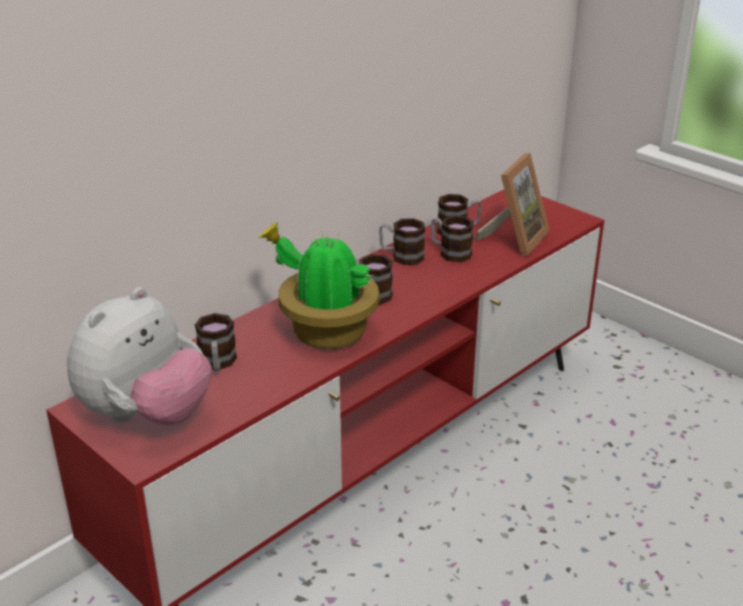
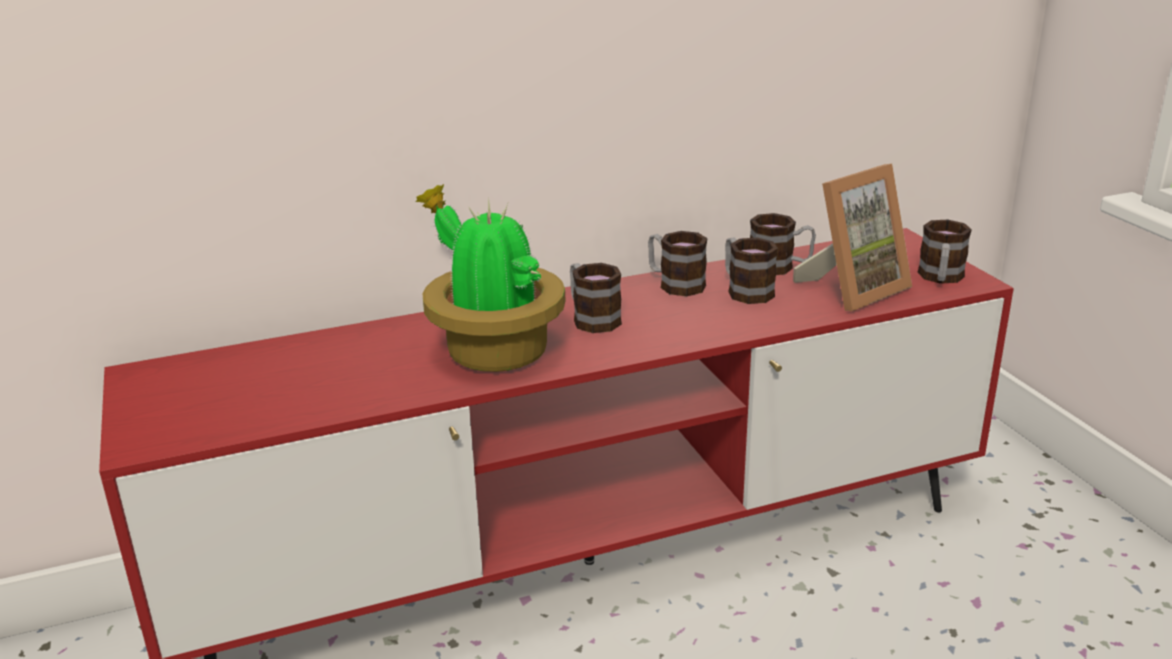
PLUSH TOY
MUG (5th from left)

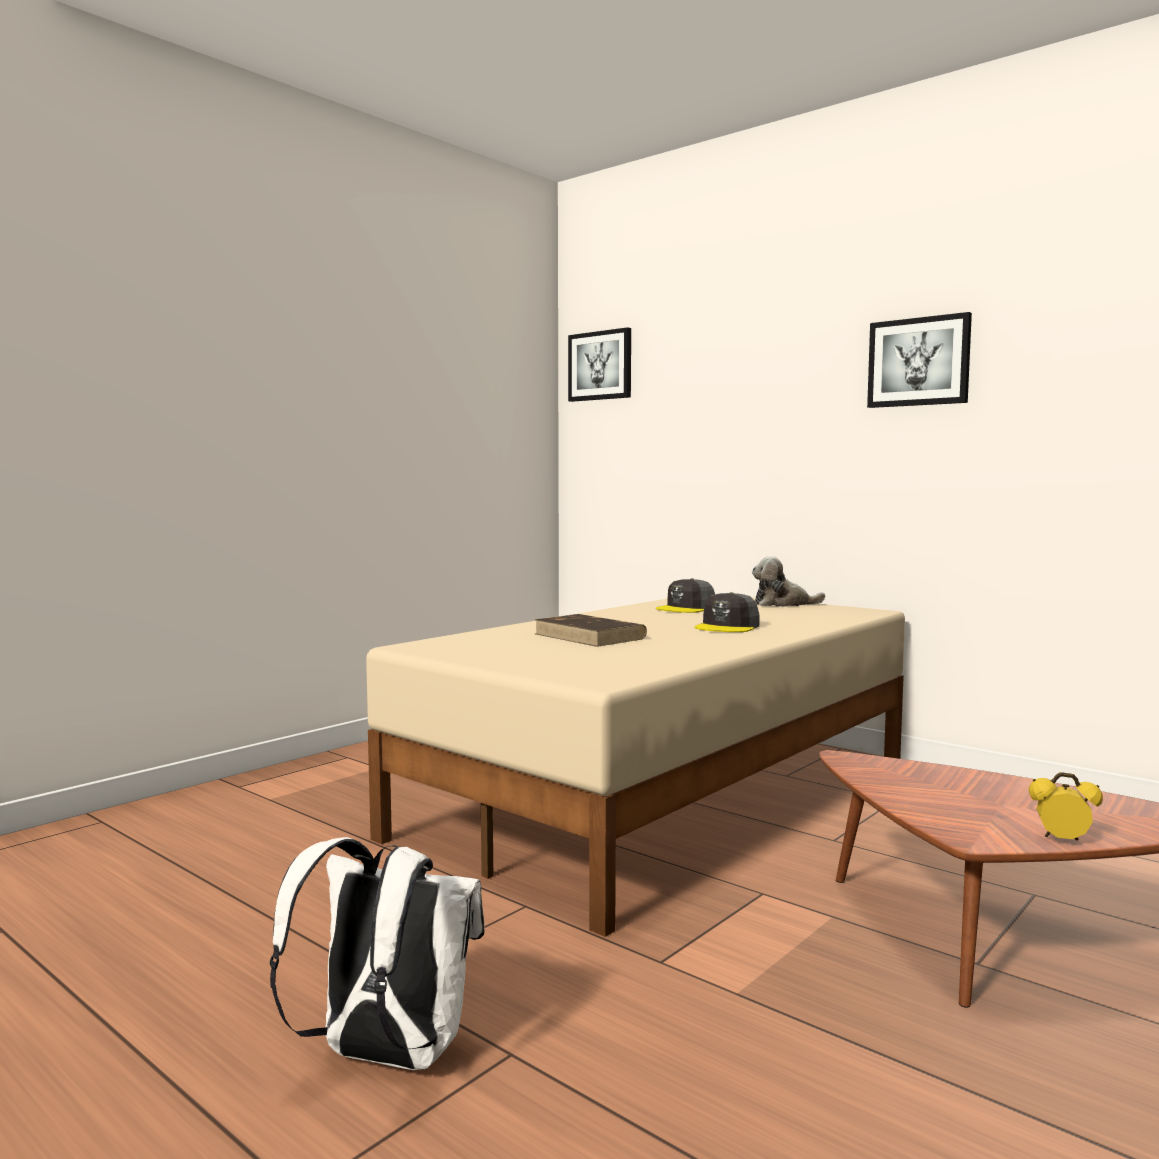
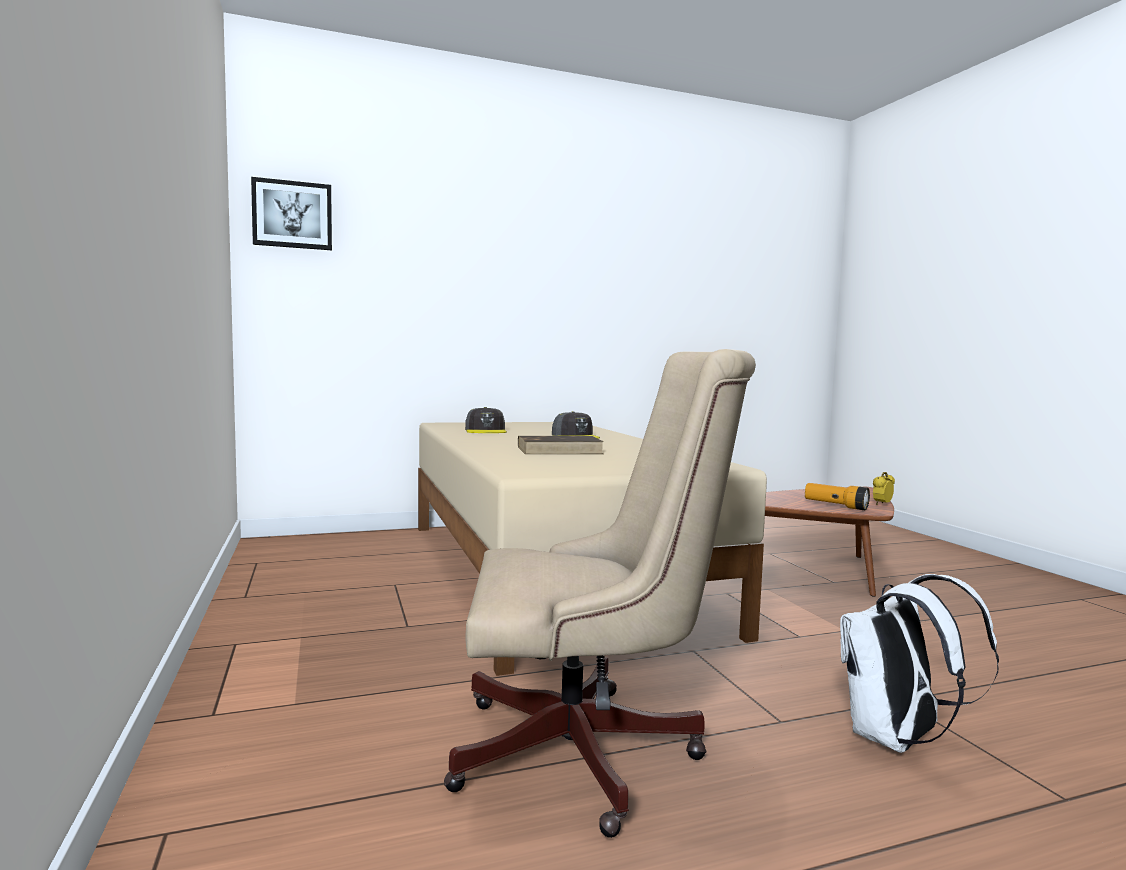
PLUSH TOY
PICTURE (2nd from left in the first image)
BEIGE OFFICE CHAIR
FLASHLIGHT

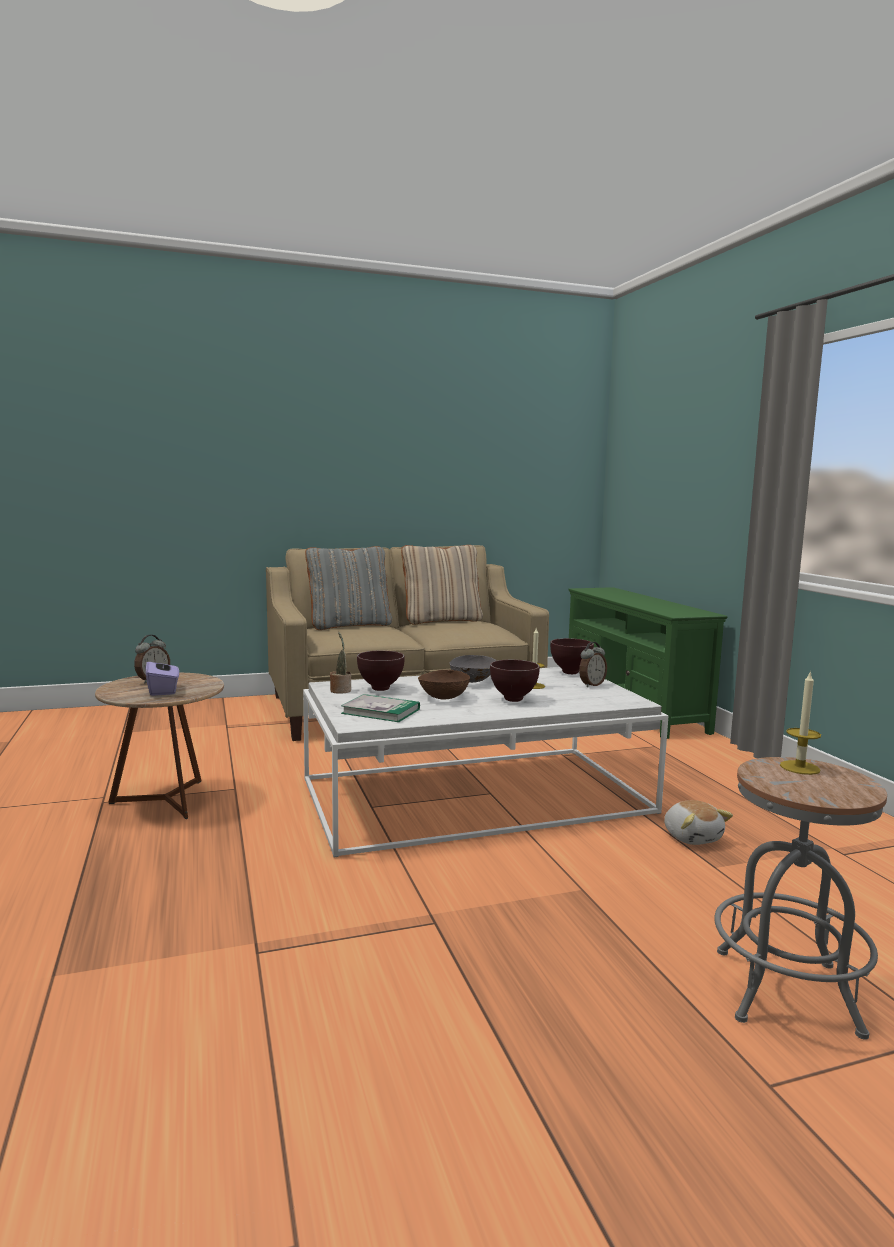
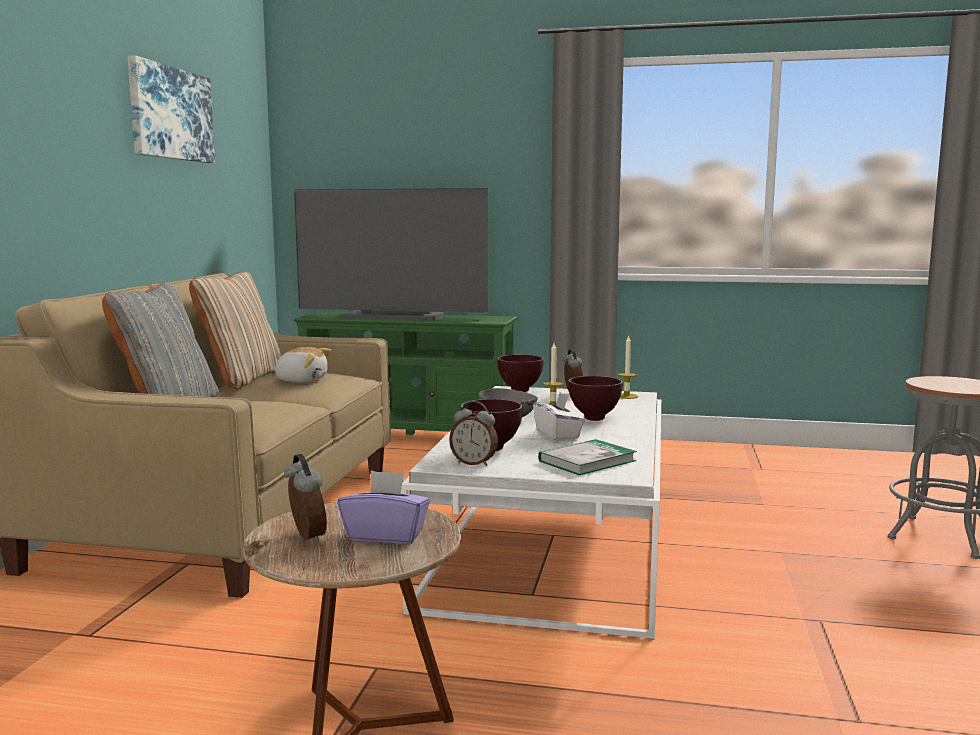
ALARM CLOCK (2nd from left)
WHITE TISSUE BOX
PLUSH TOY
CANDLE (2nd from left)
PICTURE
TELEVISION

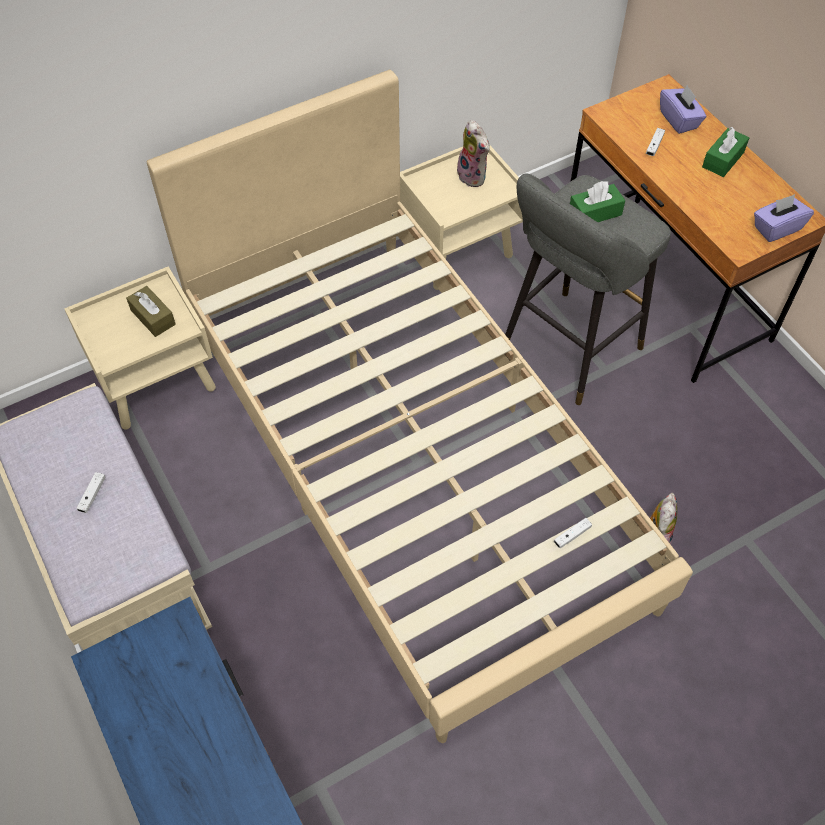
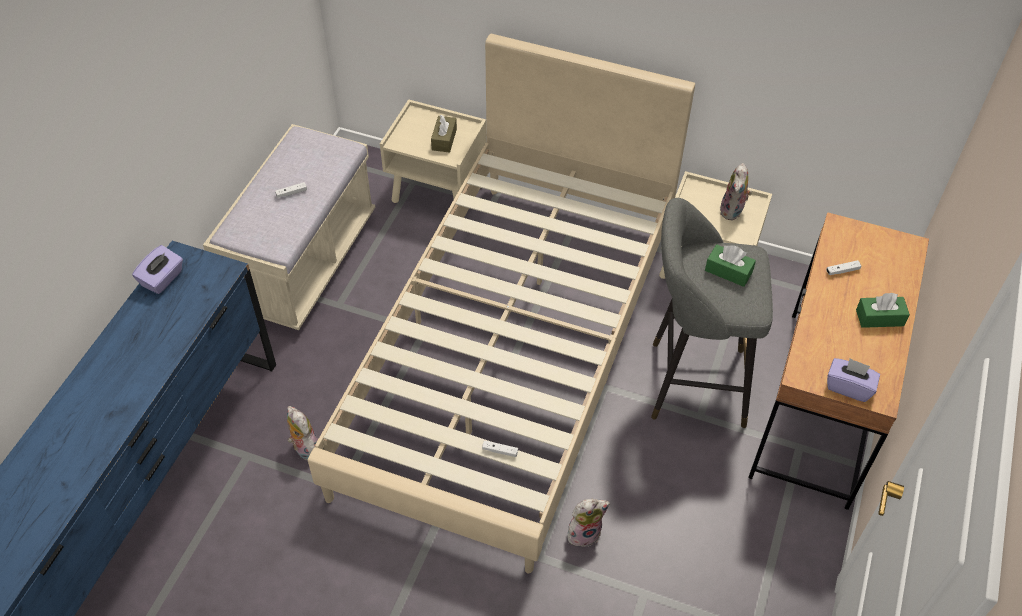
PURPLE TISSUE BOX (1st from left)
PLUSH TOY (1st from left)

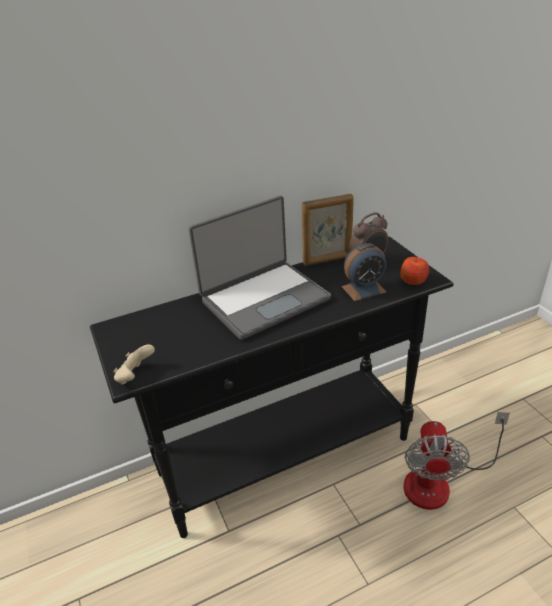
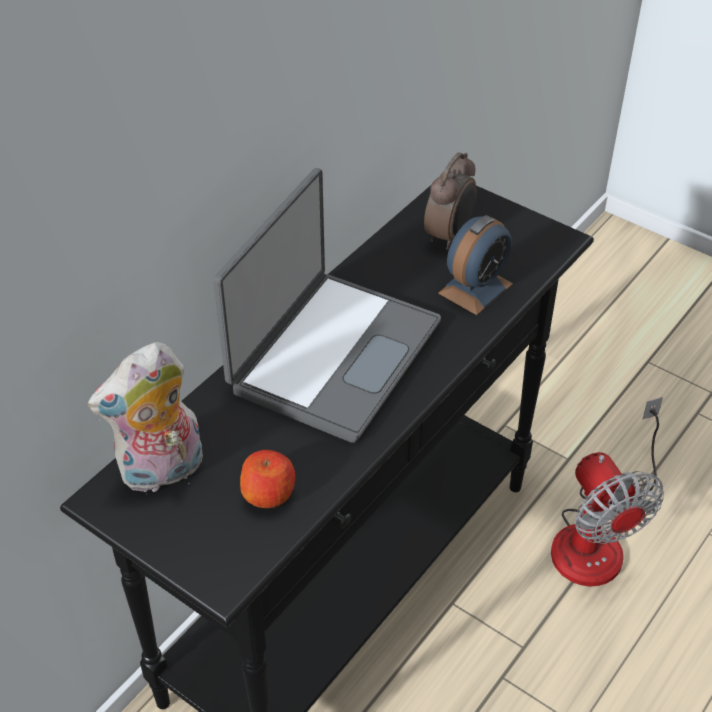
BEIGE GAME CONTROLLER
PICTURE FRAME
APPLE
PLUSH TOY

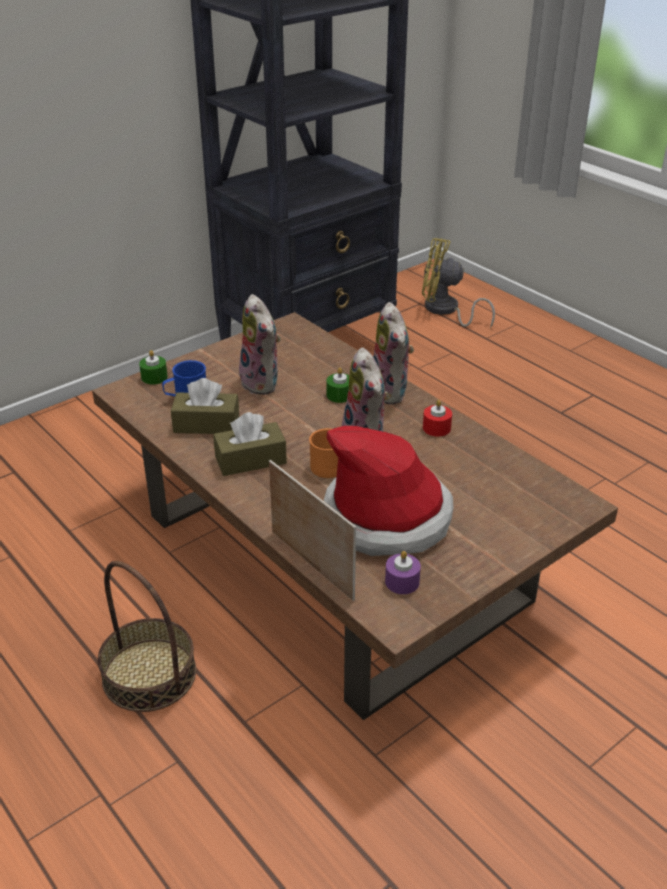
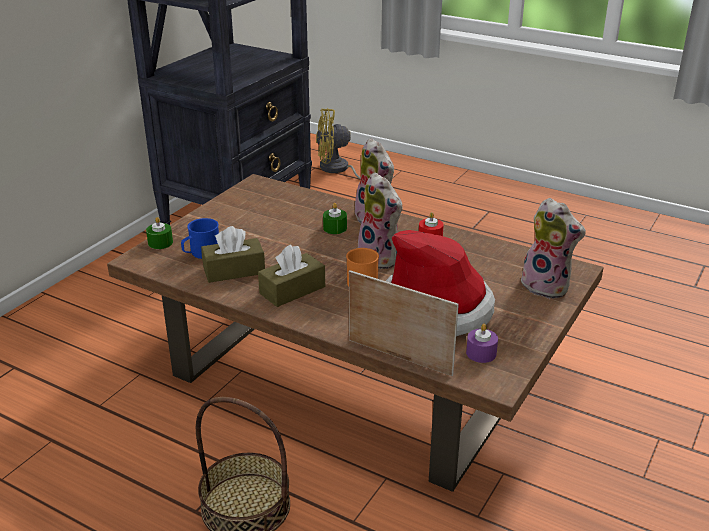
PLUSH TOY (3rd from left)

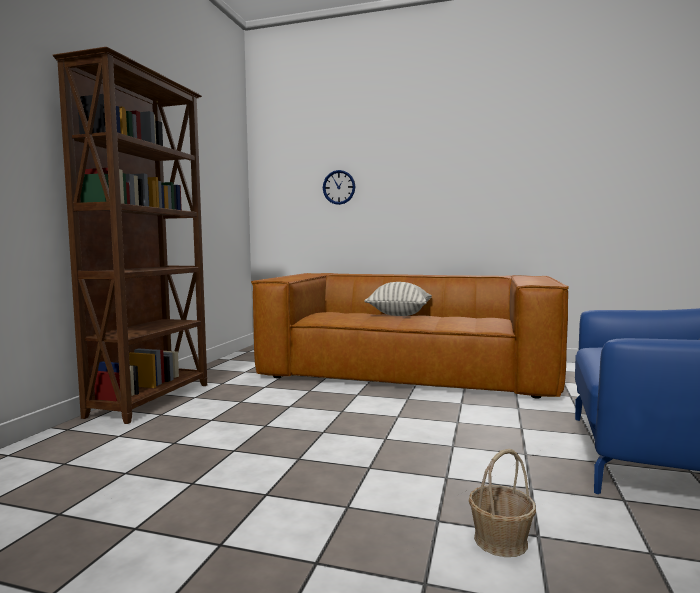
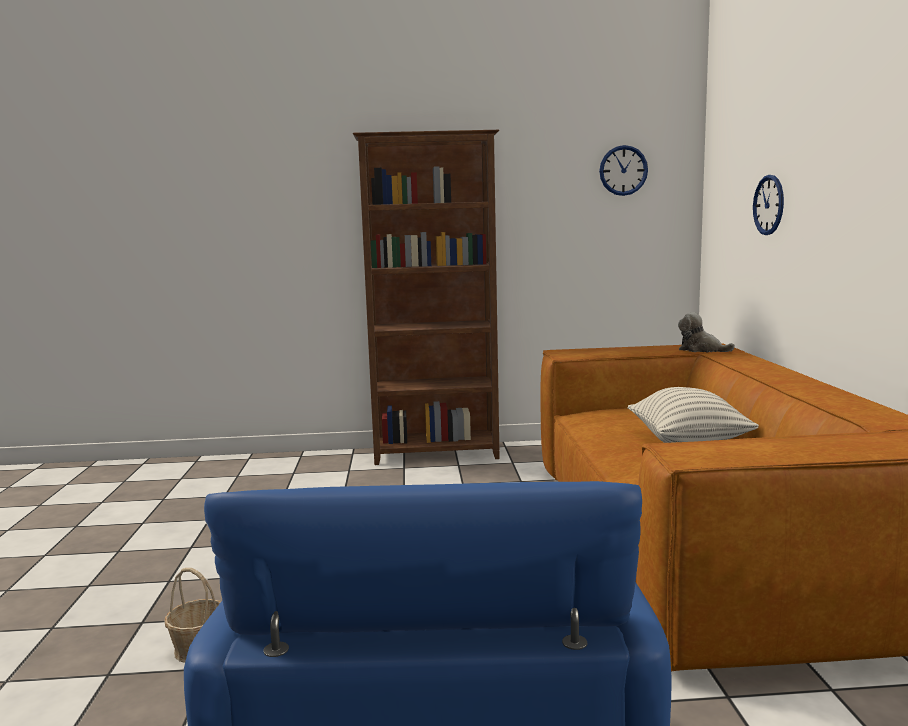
WALL CLOCK (1st from left)
PLUSH TOY

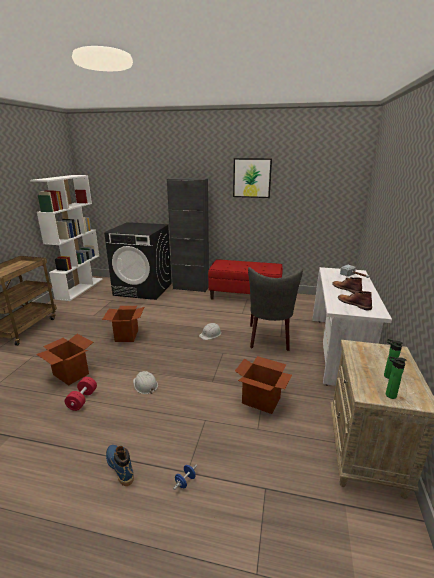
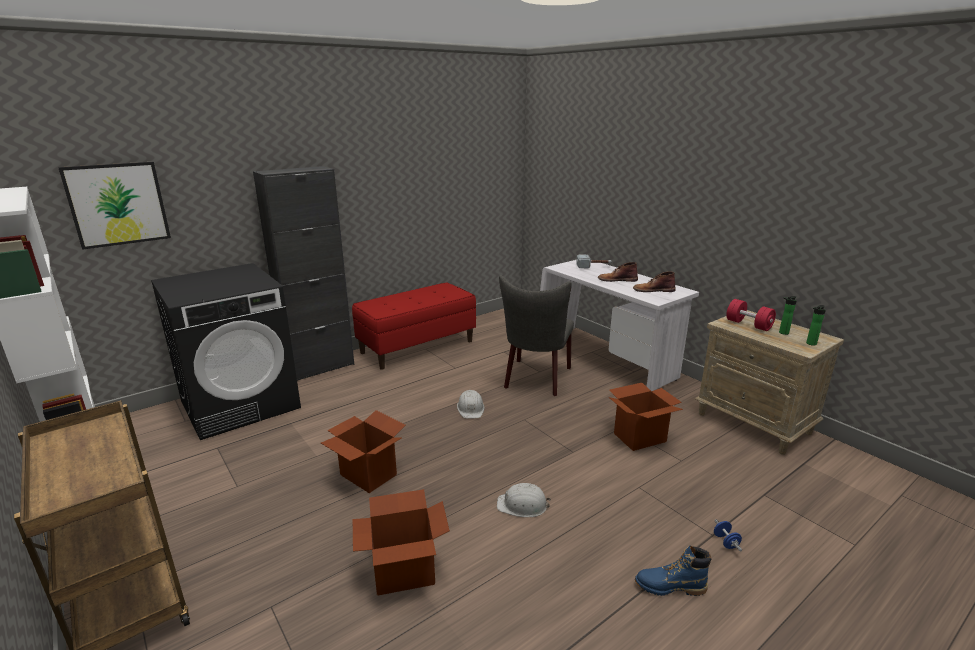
RED DUMBBELL
PICTURE
GREY CHAIR

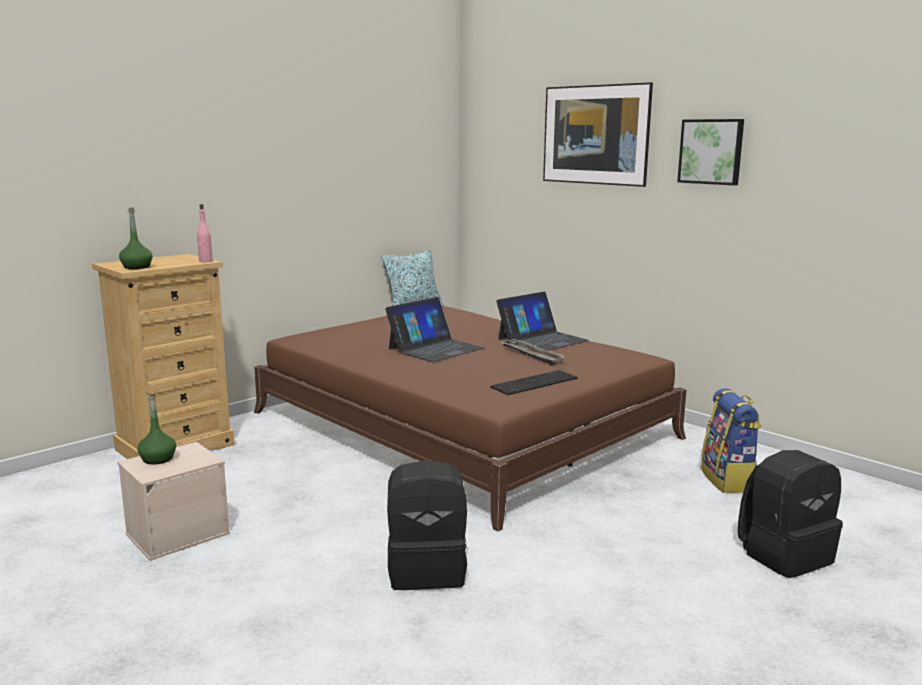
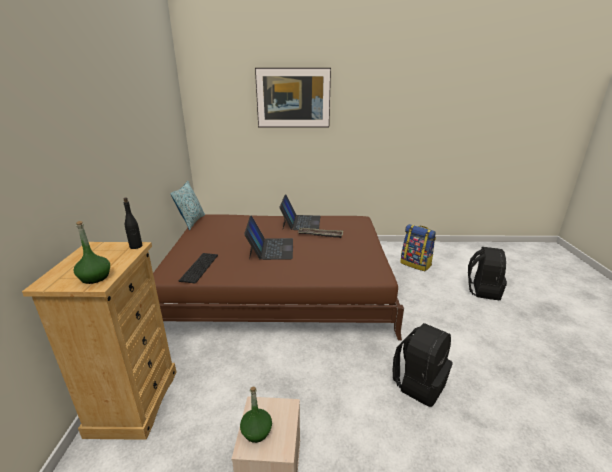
BLACK BOTTLE
KEYBOARD
PICTURE (2nd from left in the first image)

